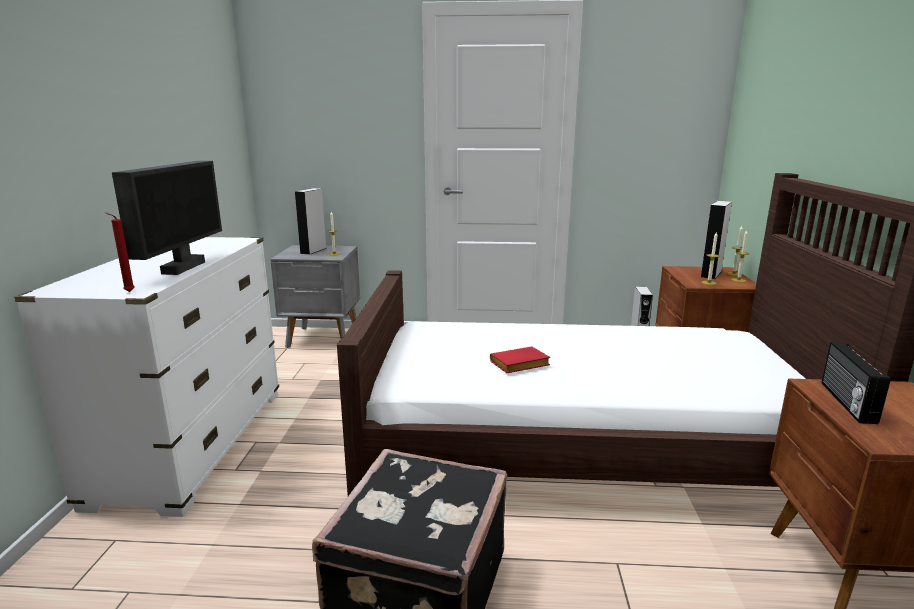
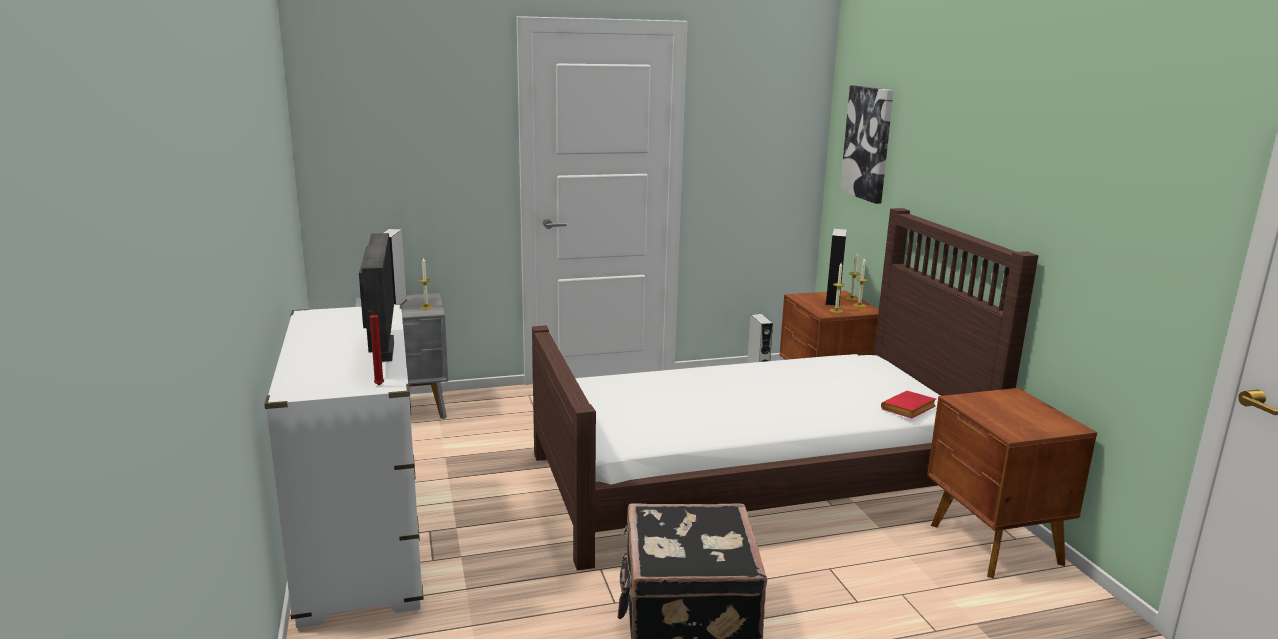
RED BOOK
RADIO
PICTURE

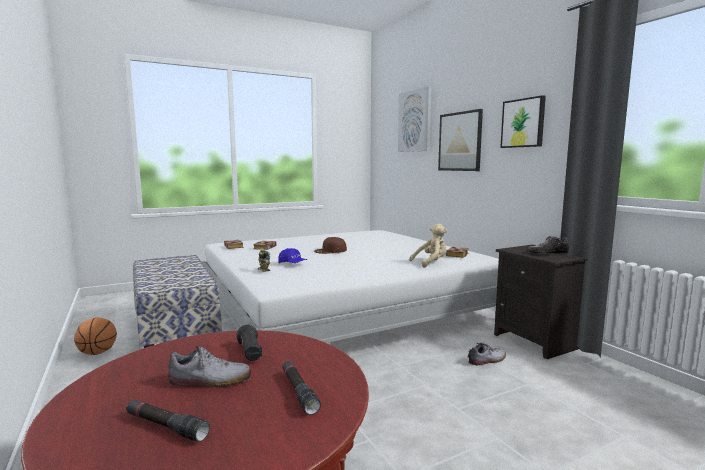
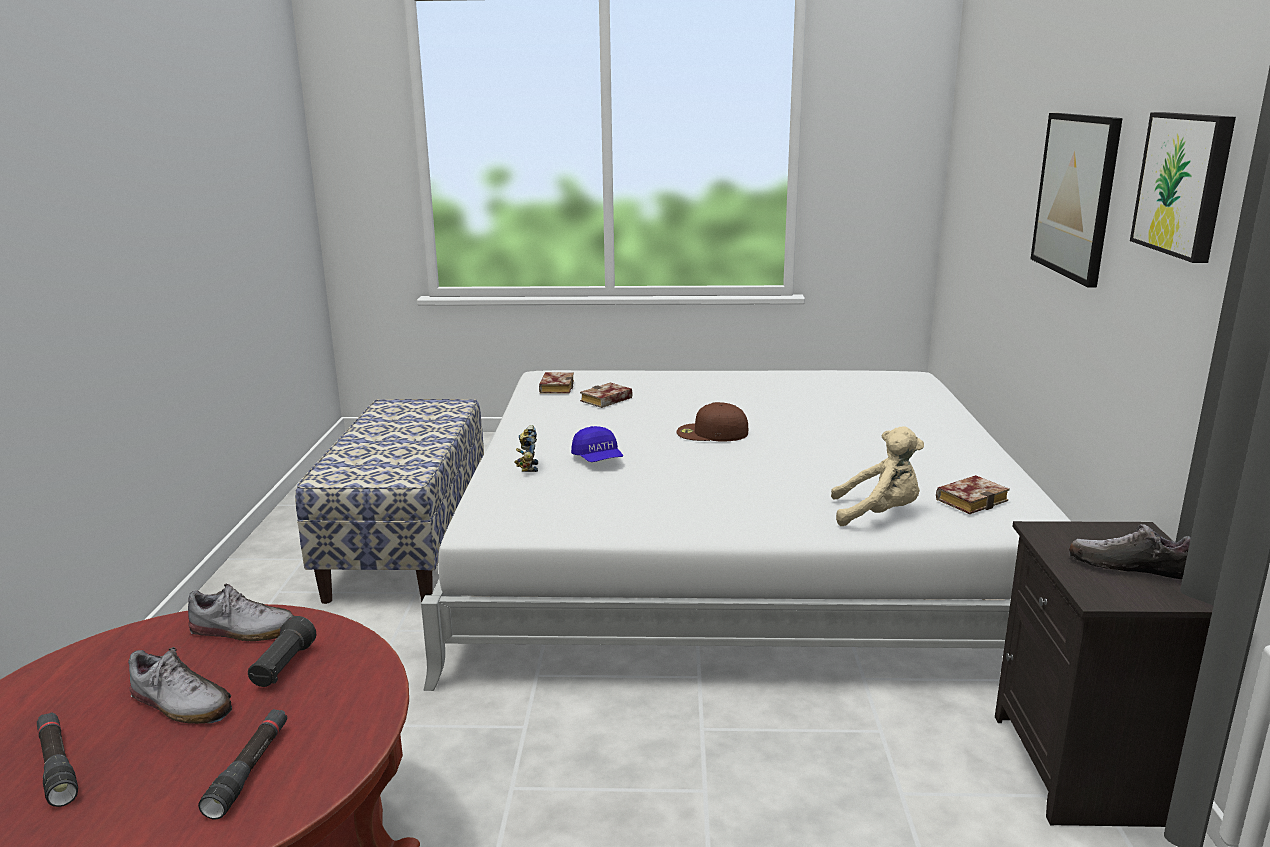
BASKETBALL
PICTURE (1st from left in the first image)
SHOE (2nd from left)

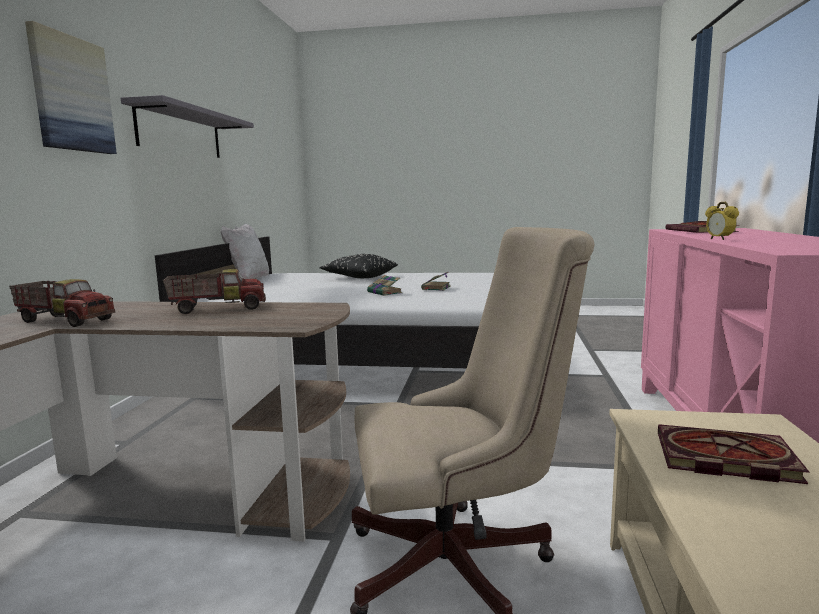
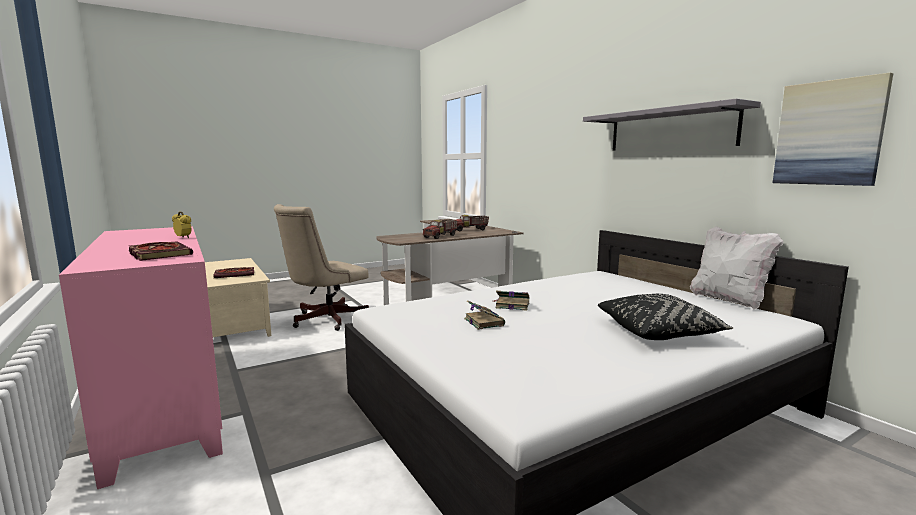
PICTURE

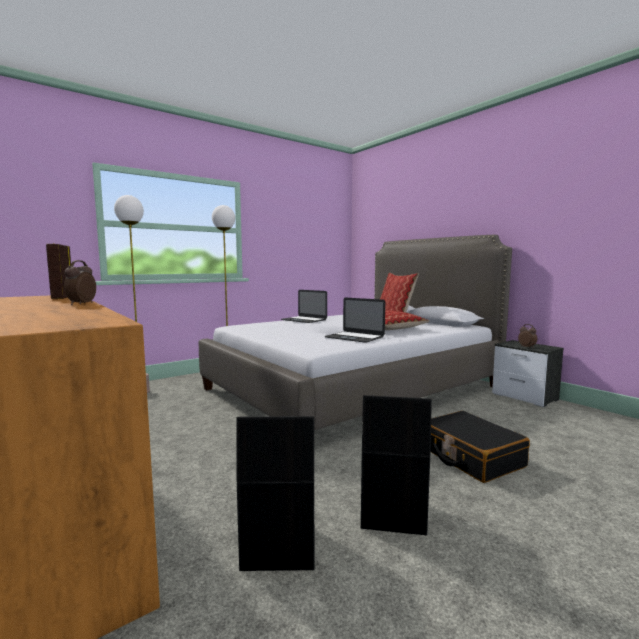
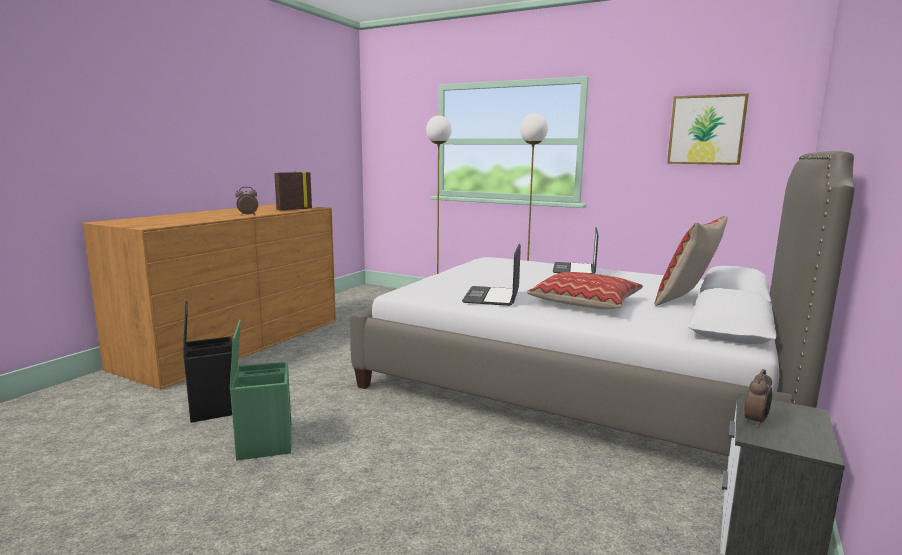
GREEN STORAGE BOX
BLACK SUITCASE
PICTURE

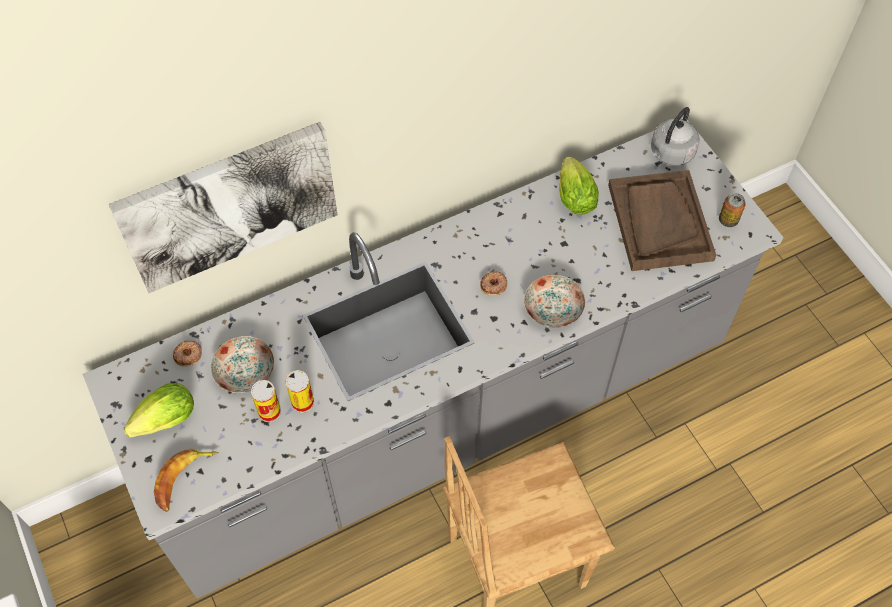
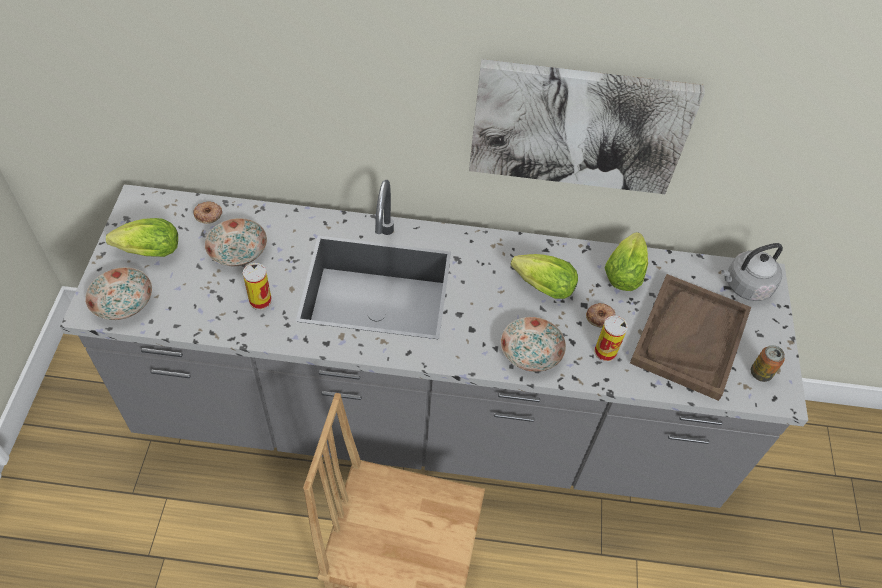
PICTURE
PLATE (1st from left)
CAN (2nd from left)
DONUT (2nd from left)
LETTUCE (2nd from left)

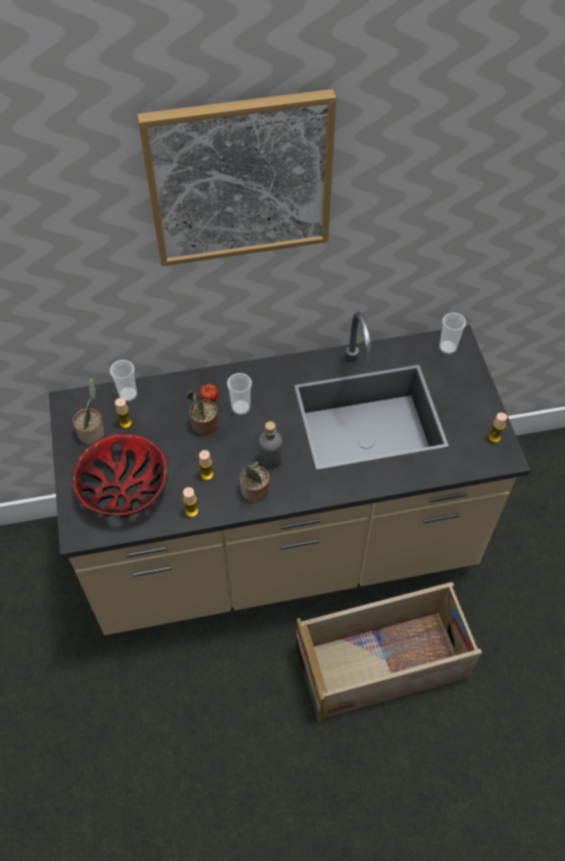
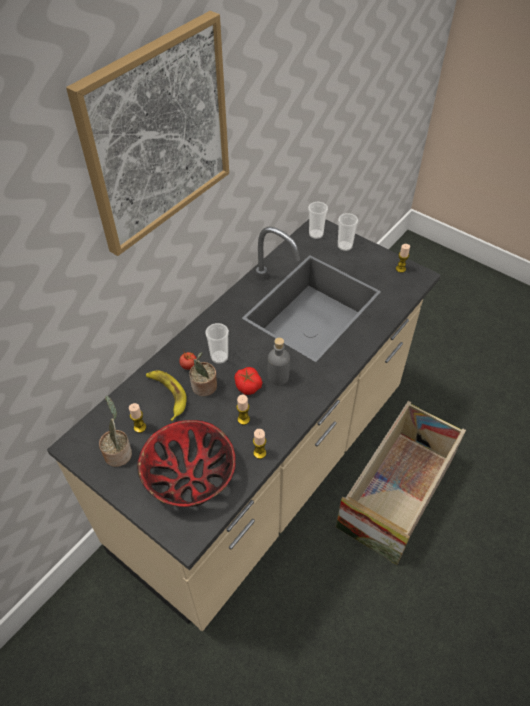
CUP (3rd from left)
POTTED PLANT (3rd from left in the first image)
BANANA
TOMATO (2nd from left)

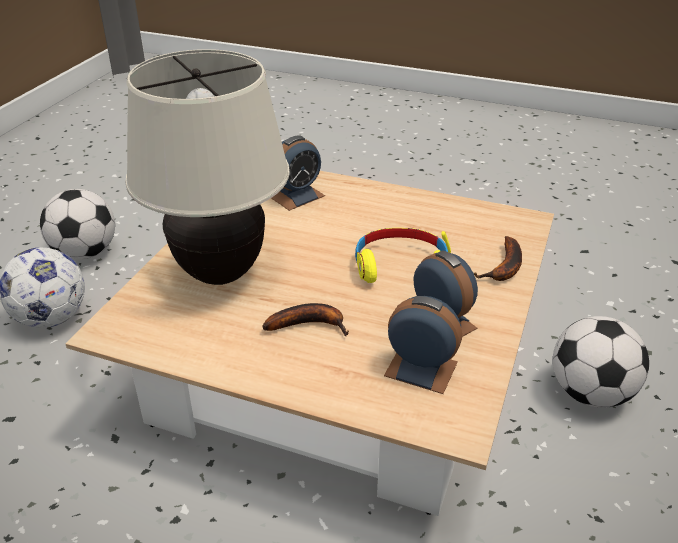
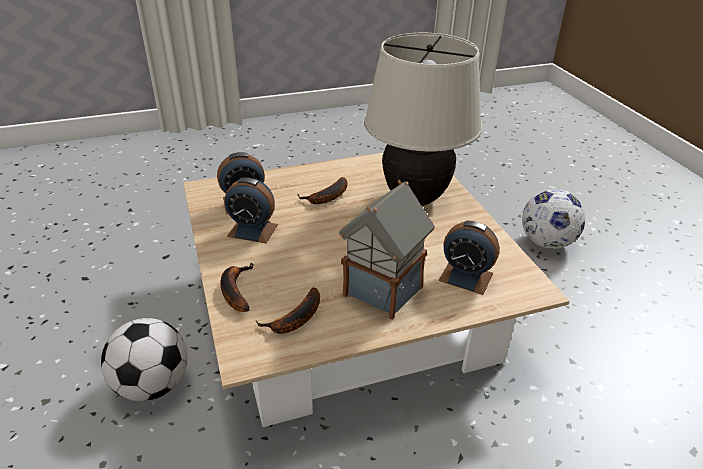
FOOTBALL (2nd from left in the first image)
ALARM CLOCK (3rd from left)
YELLOW HEADPHONES
BANANA (2nd from left)
TOY HOUSE

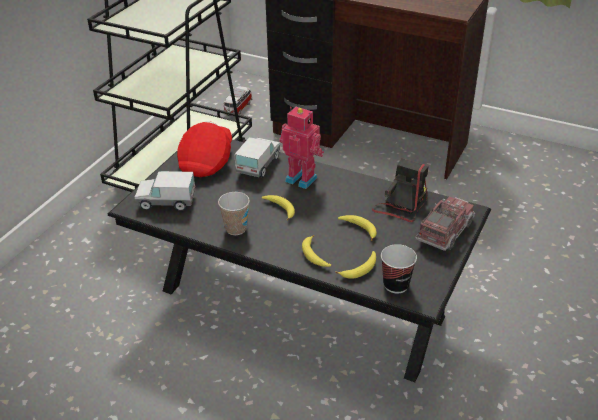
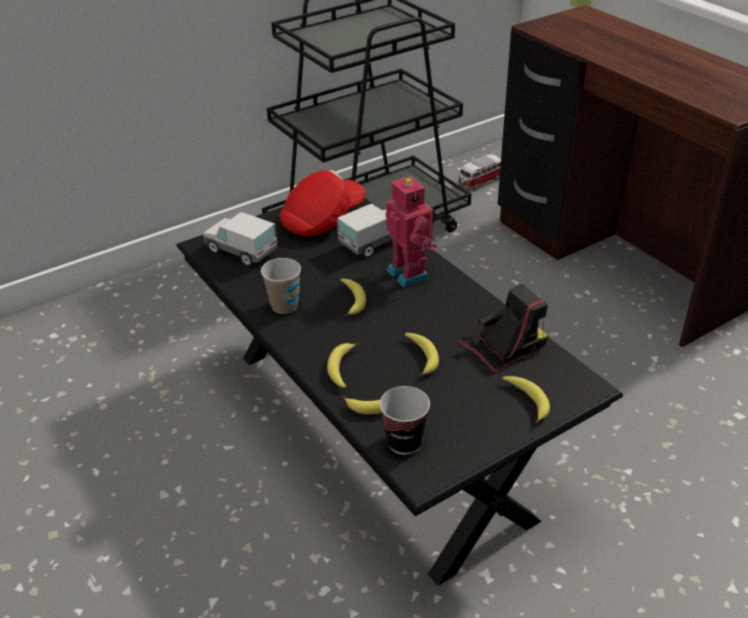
BANANA (5th from left)

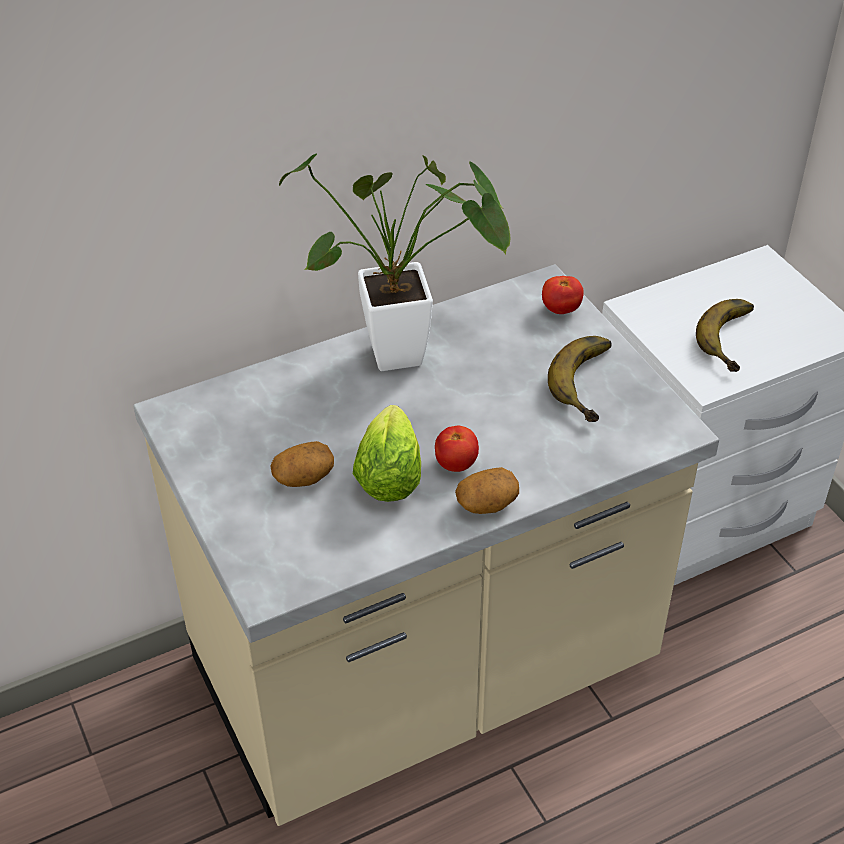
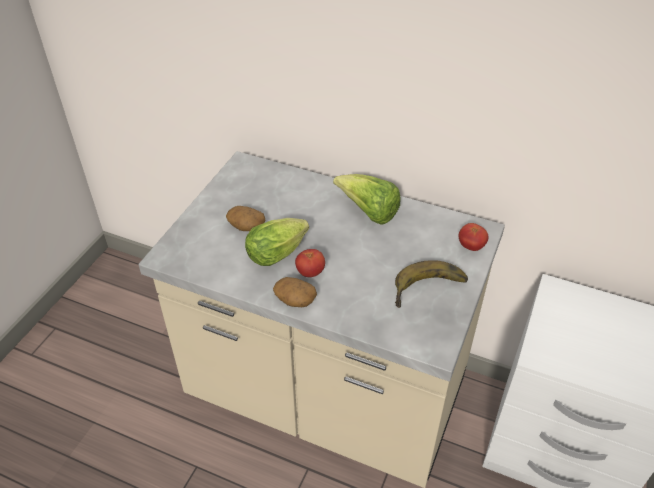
LETTUCE (2nd from left)
BANANA (2nd from left in the first image)

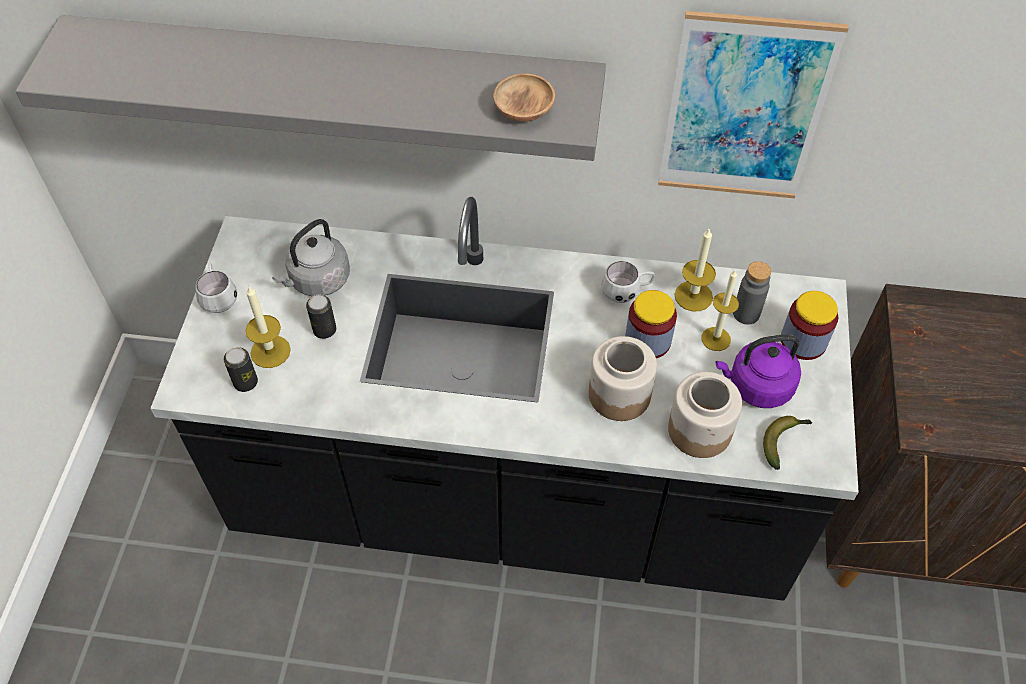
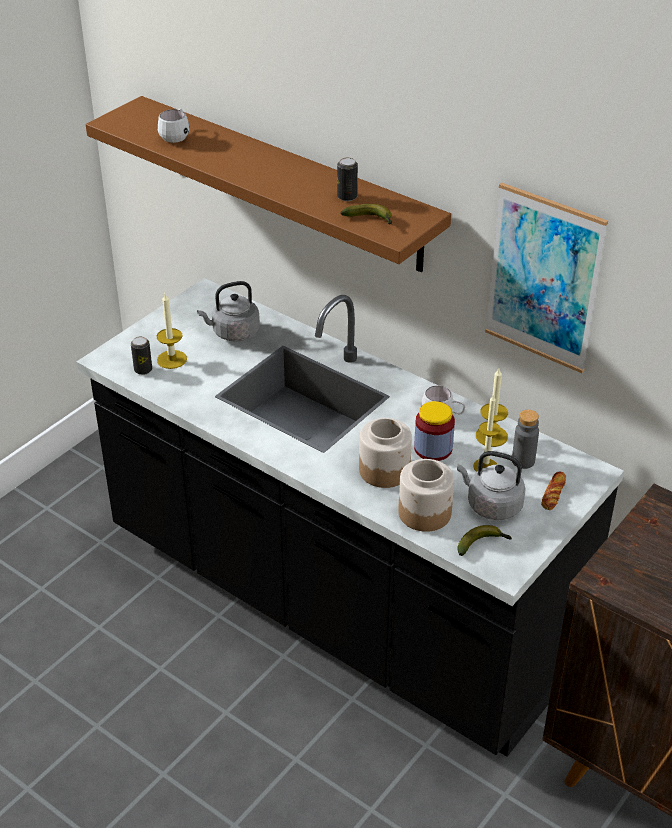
BROWN SHELF
WHITE MUG (1st from left)
CAN (2nd from left)
BANANA (1st from left)
GREY KETTLE (2nd from left)
BREAD

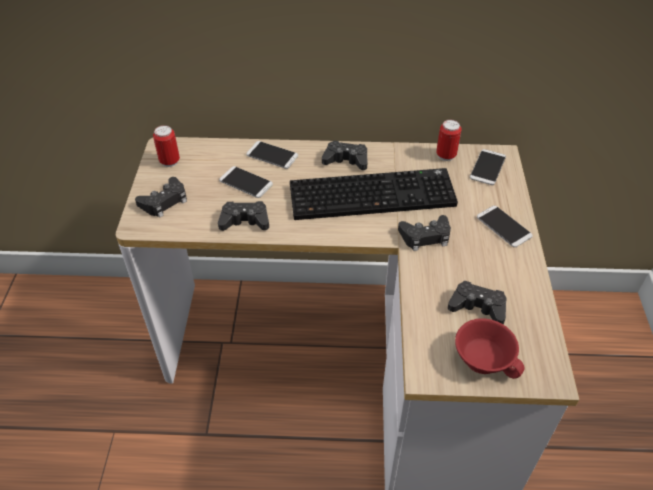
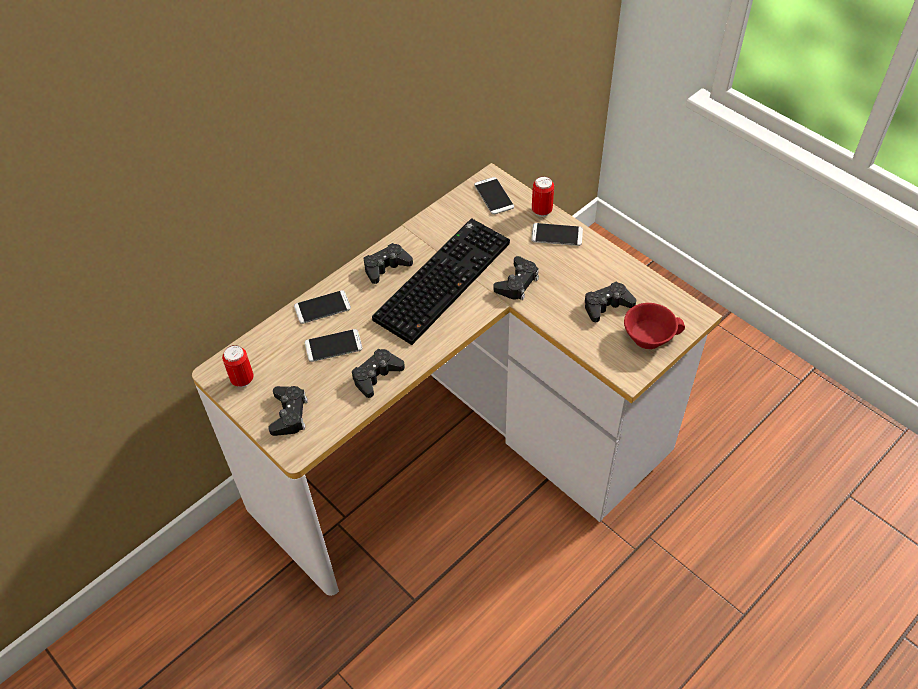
CAN (2nd from left)

